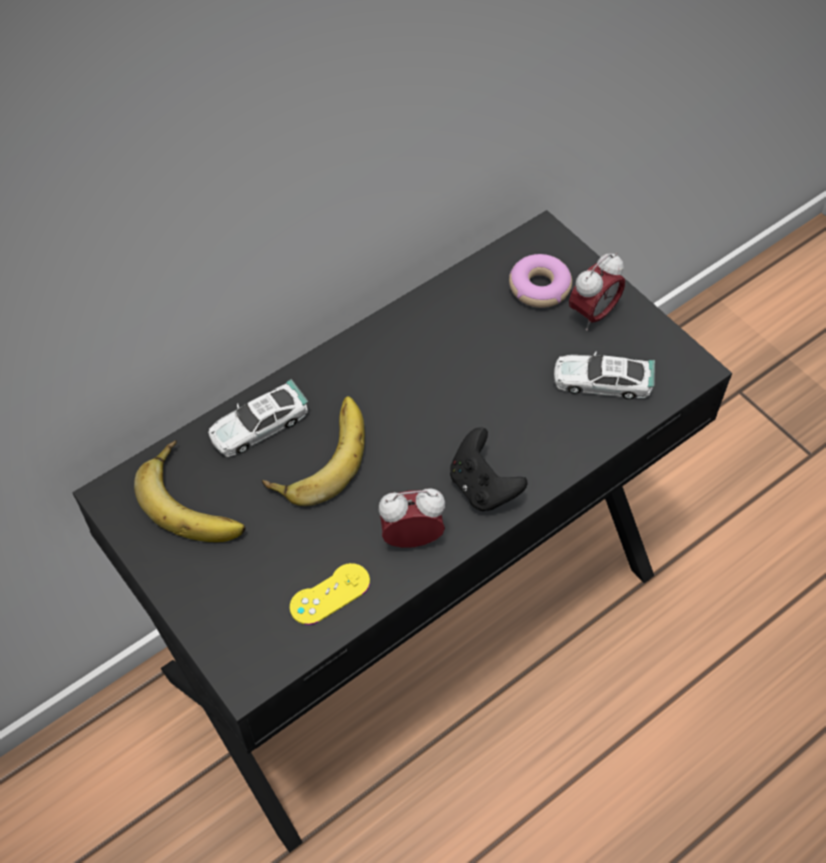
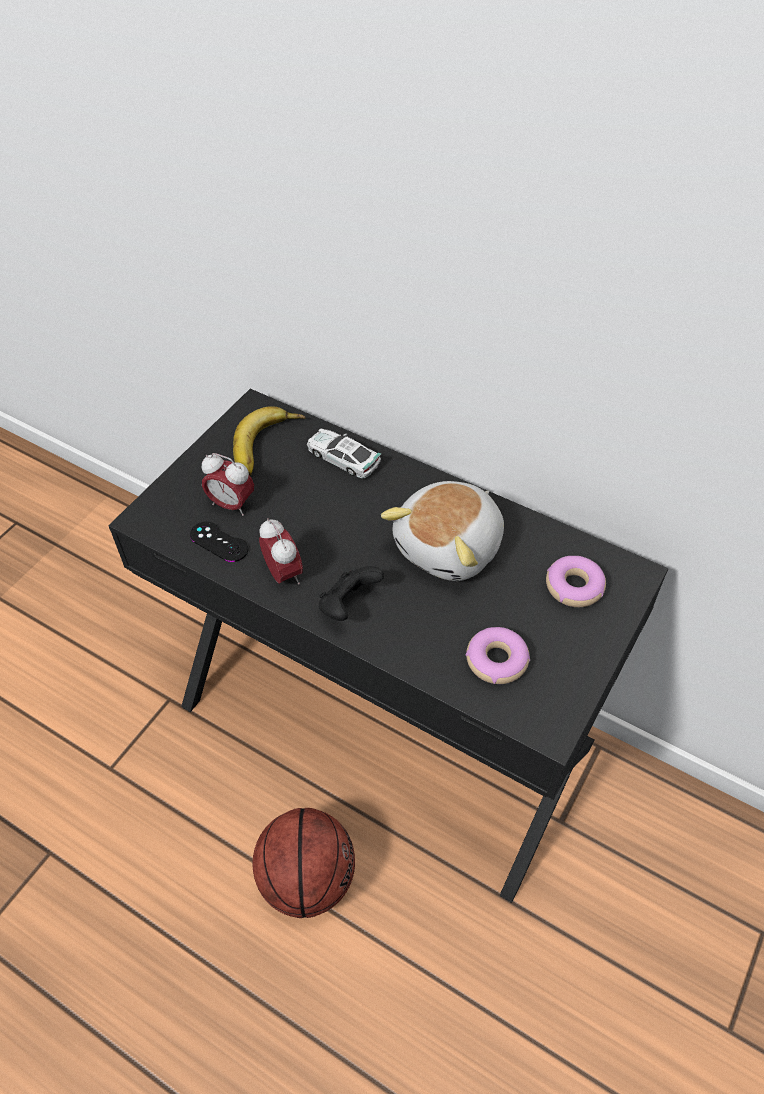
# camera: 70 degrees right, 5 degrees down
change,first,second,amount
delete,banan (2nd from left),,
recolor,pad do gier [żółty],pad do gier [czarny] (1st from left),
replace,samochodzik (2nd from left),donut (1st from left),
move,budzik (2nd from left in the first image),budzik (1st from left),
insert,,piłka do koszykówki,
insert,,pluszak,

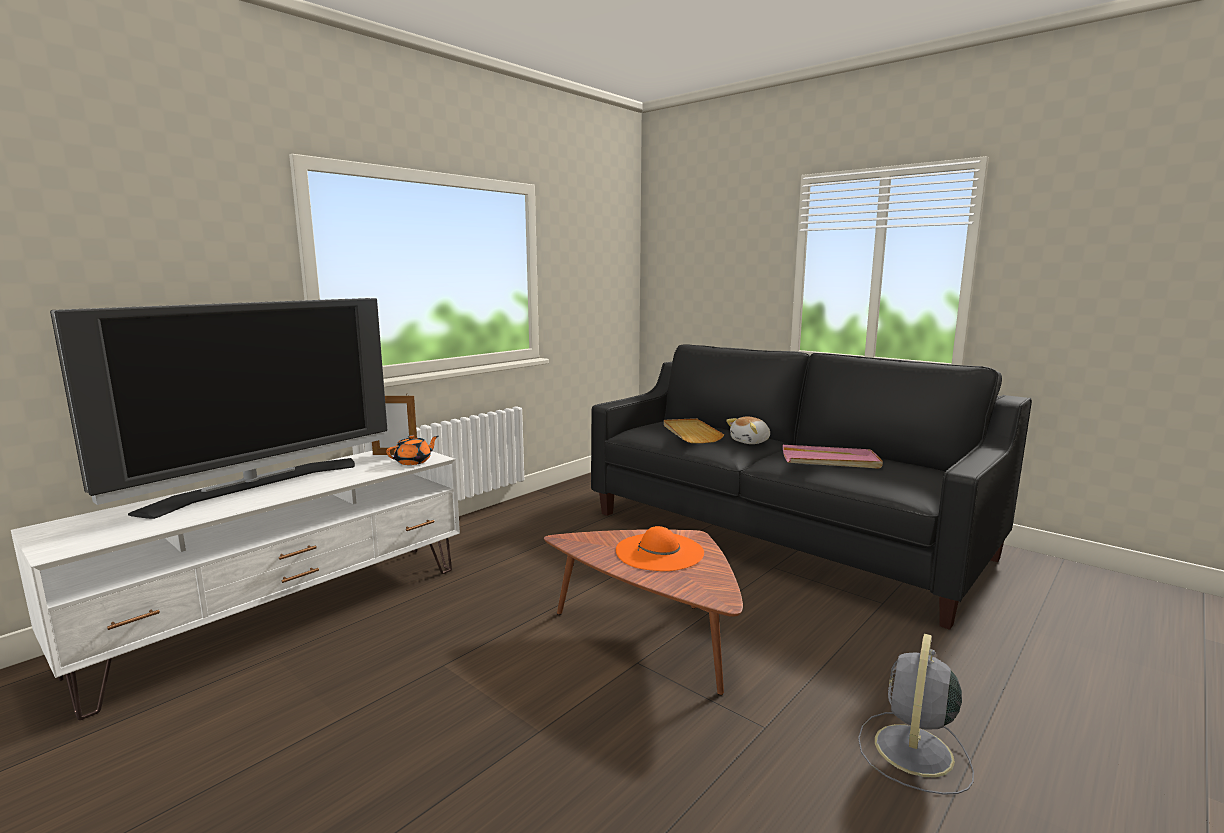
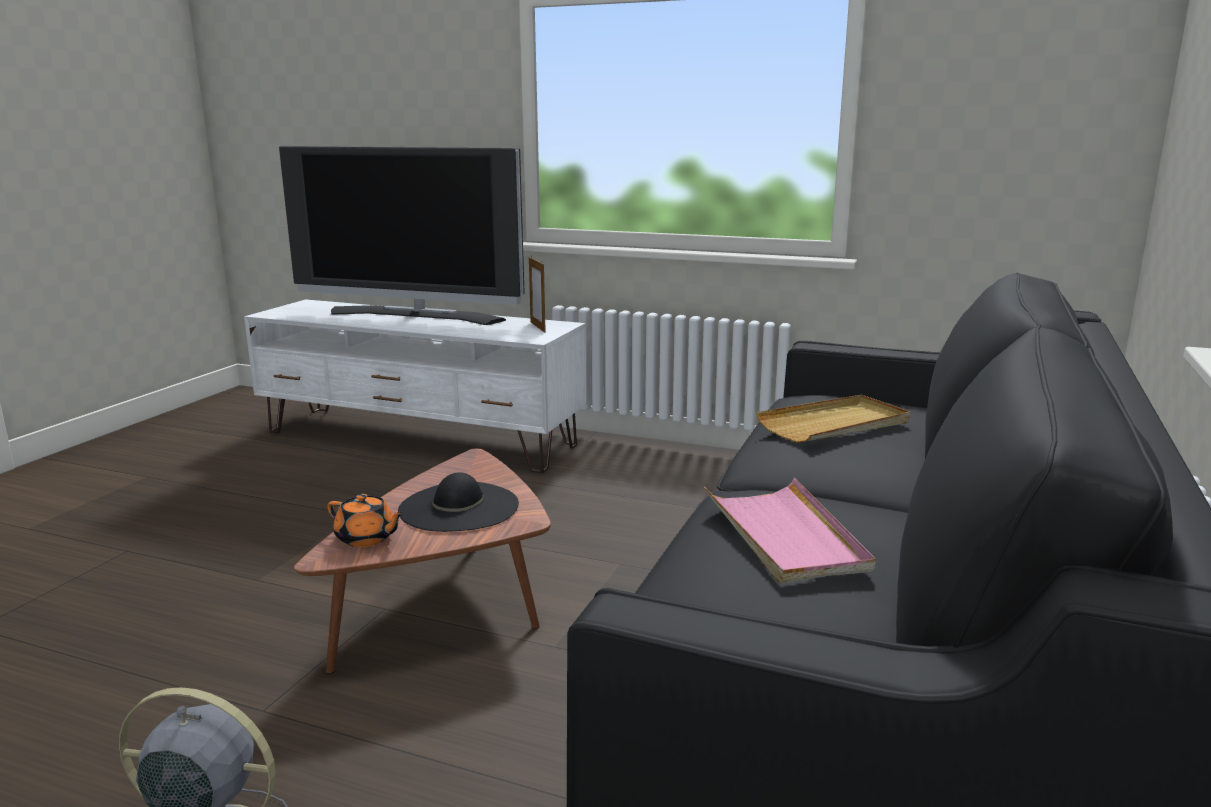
# camera: 70 degrees right, 5 degrees up
change,first,second,amount
move,imbryk [pomarańczowy],,
recolor,kapelusz [pomarańczowy],kapelusz [czarny],
delete,pluszak,,

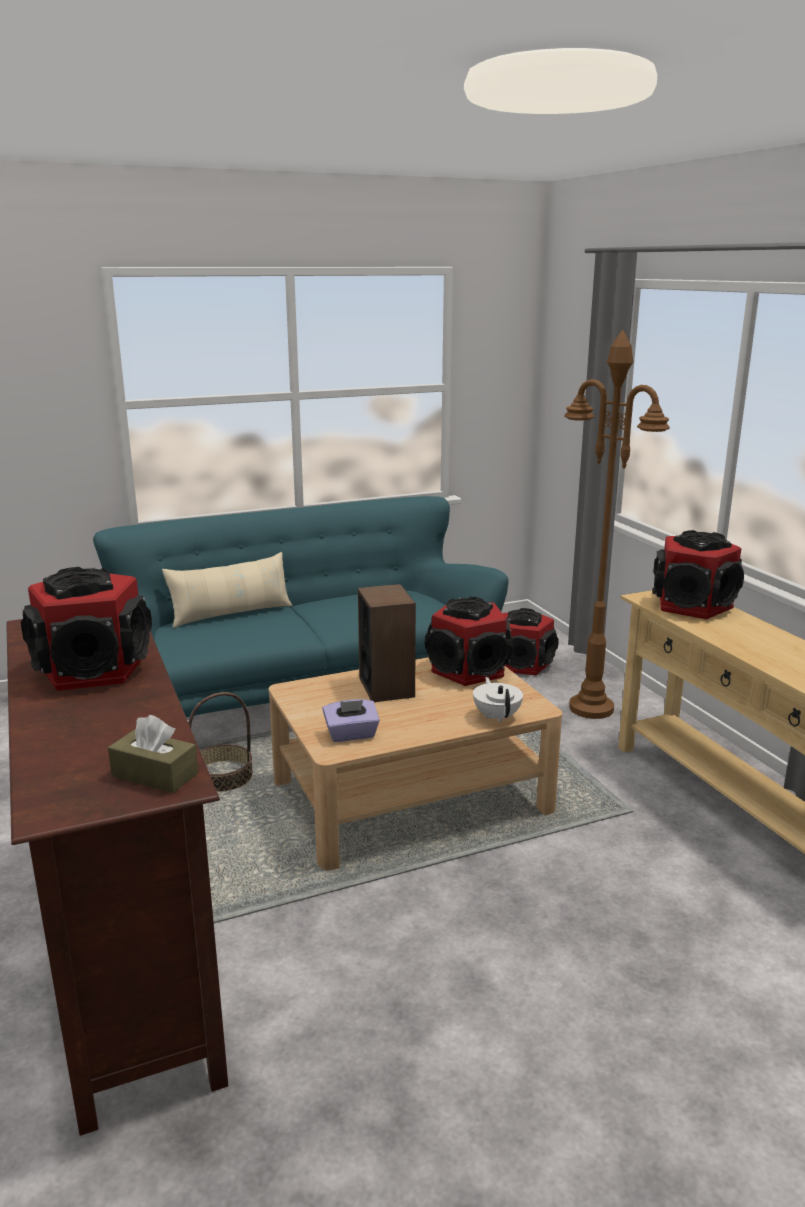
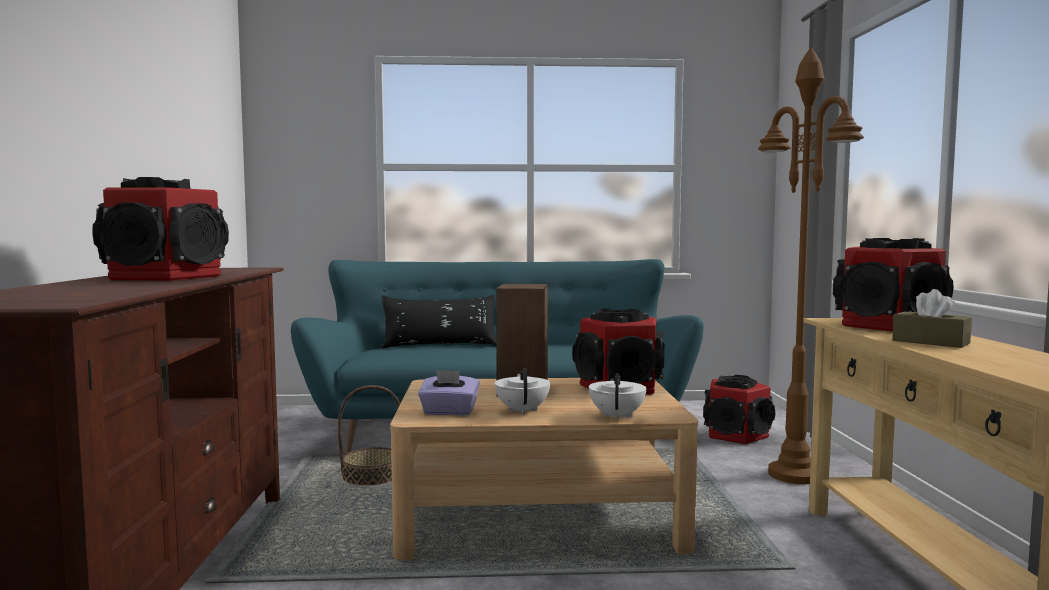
# camera: 20 degrees right, 15 degrees down
change,first,second,amount
move,pudełko chusteczek [brązowy],,
recolor,poduszka [beżowy],poduszka [czarny],
insert,,imbryk [biały] (1st from left),

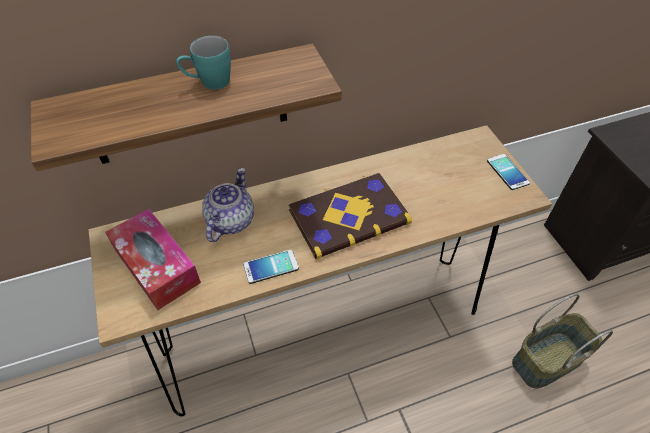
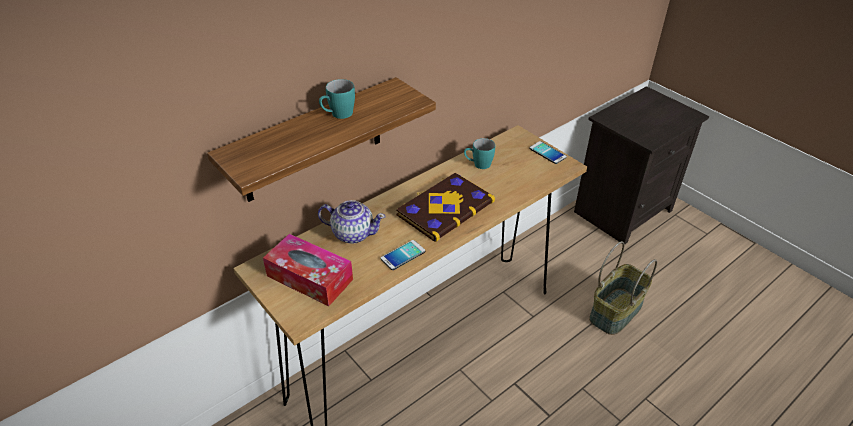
# camera: 20 degrees left, 10 degrees down
change,first,second,amount
rotate,imbryk,,105 degrees clockwise
insert,,kubek [turkusowy] (2nd from left),

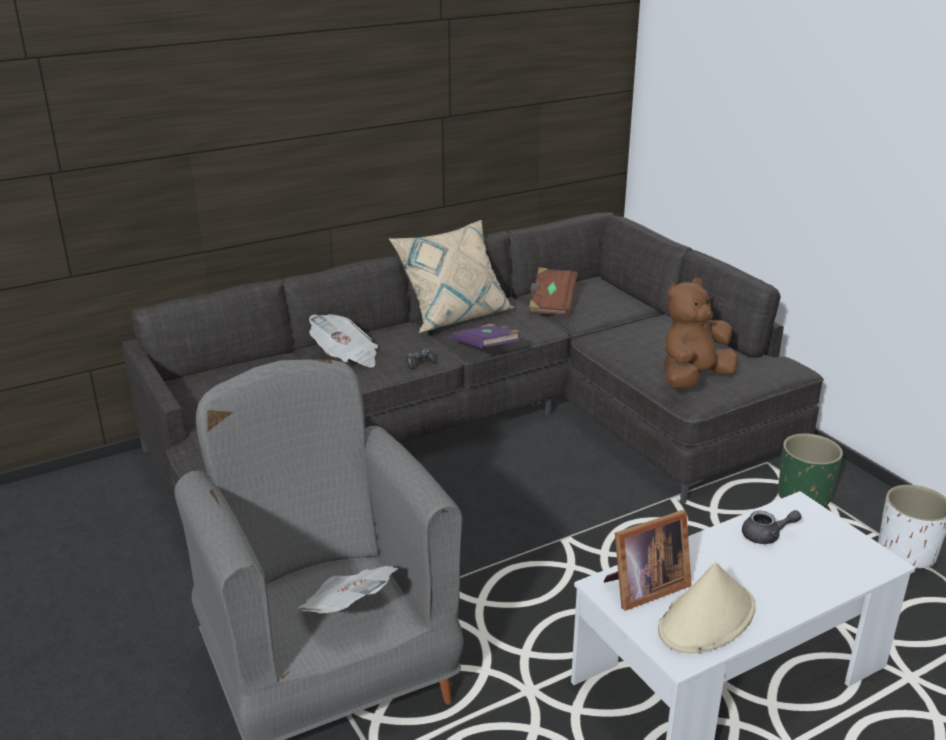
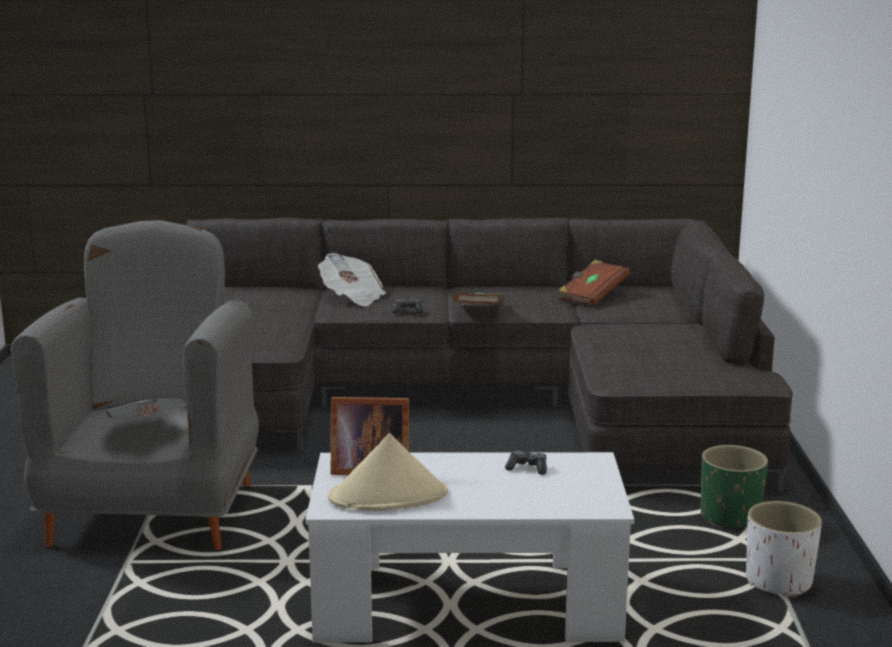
# camera: 30 degrees right, 10 degrees down
change,first,second,amount
delete,poduszka [beżowy],,
recolor,książka [fioletowy],książka [brązowy] (1st from left),
delete,pluszak [brązowy],,
replace,imbryk [szary],pad do gier (2nd from left),

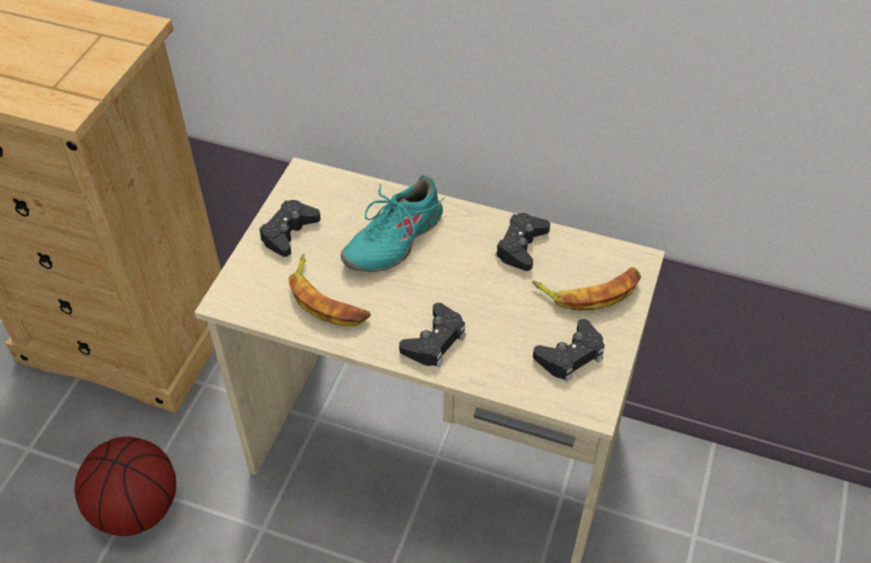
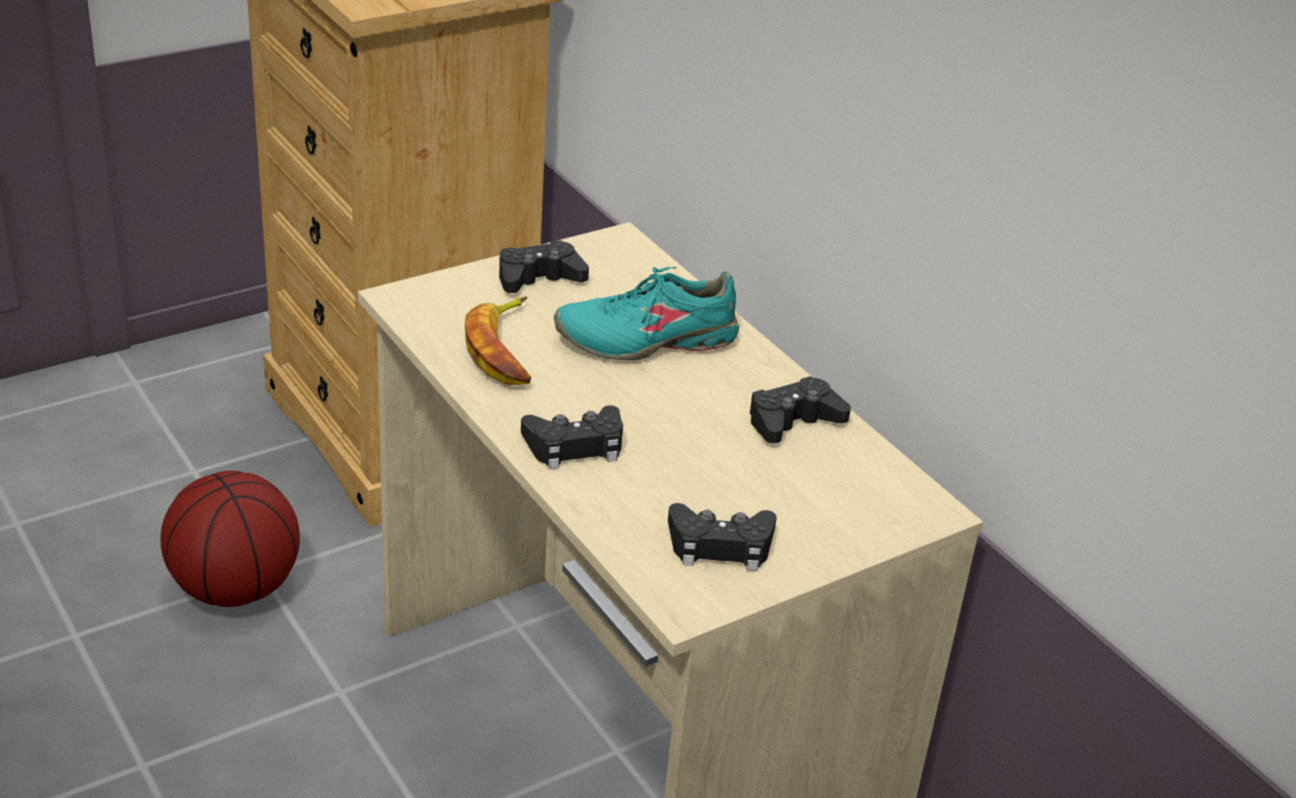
# camera: 35 degrees right, 15 degrees down
change,first,second,amount
delete,banan (2nd from left),,

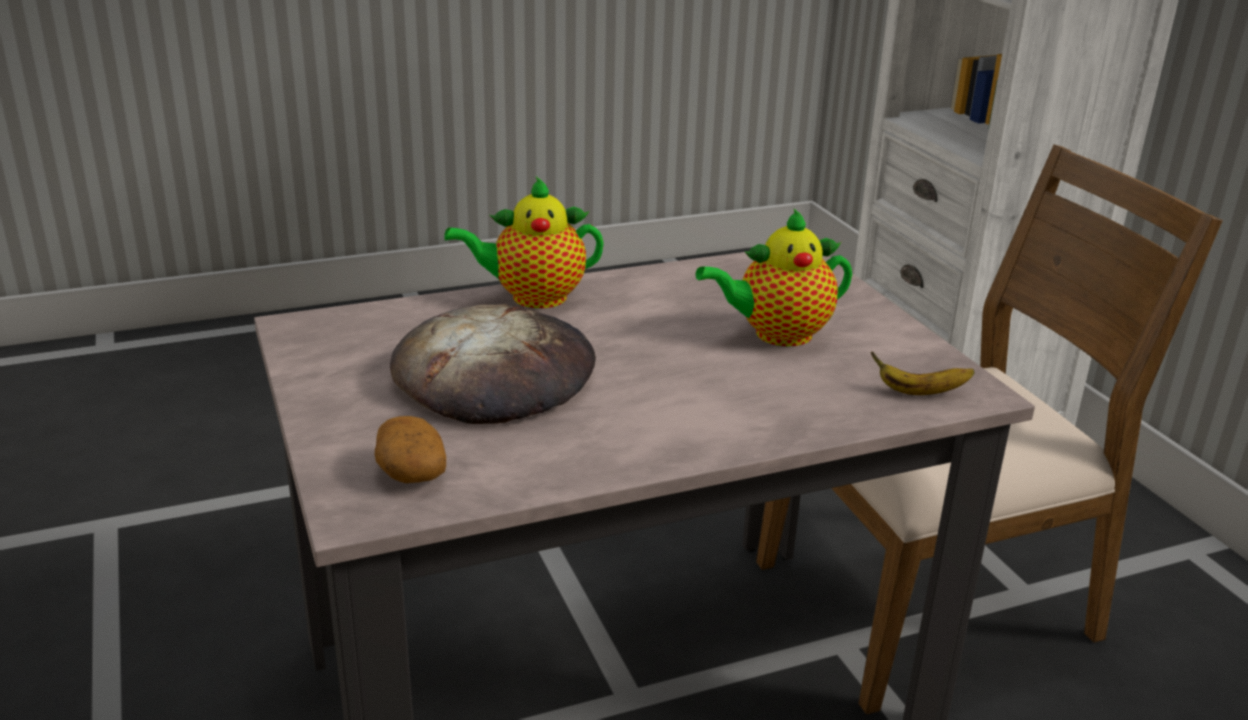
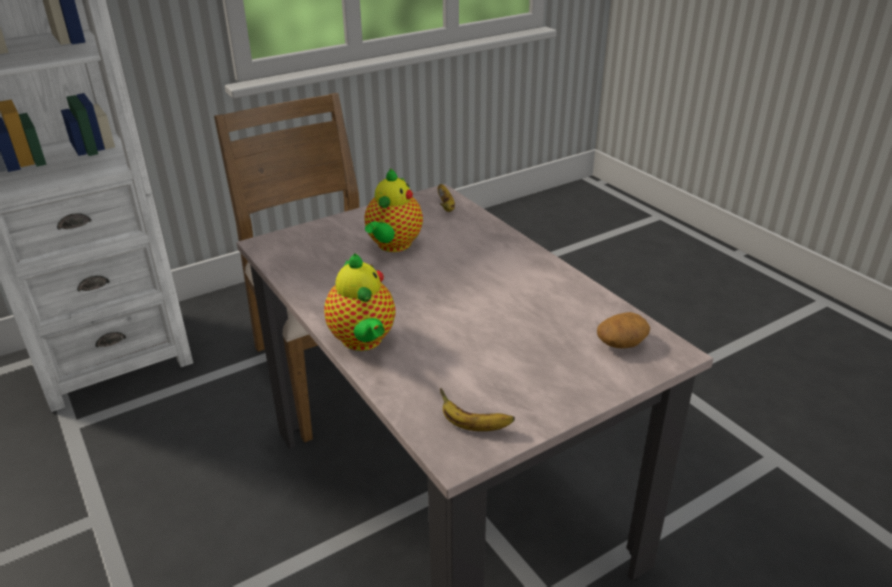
# camera: 100 degrees left, 5 degrees up
change,first,second,amount
delete,chleb,,
rotate,imbryk (2nd from left),,45 degrees clockwise
insert,,banan (2nd from left),

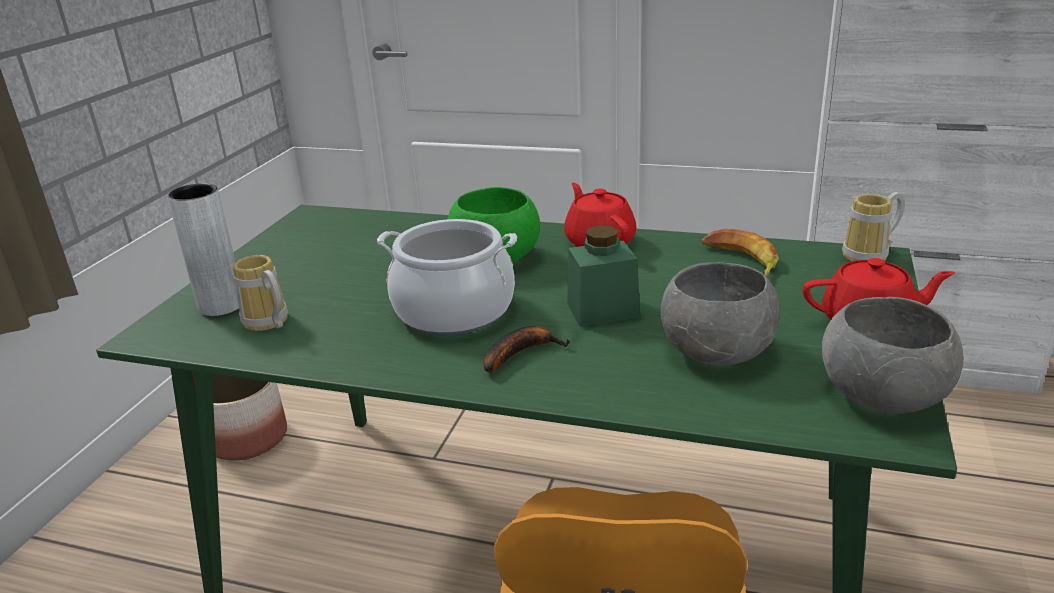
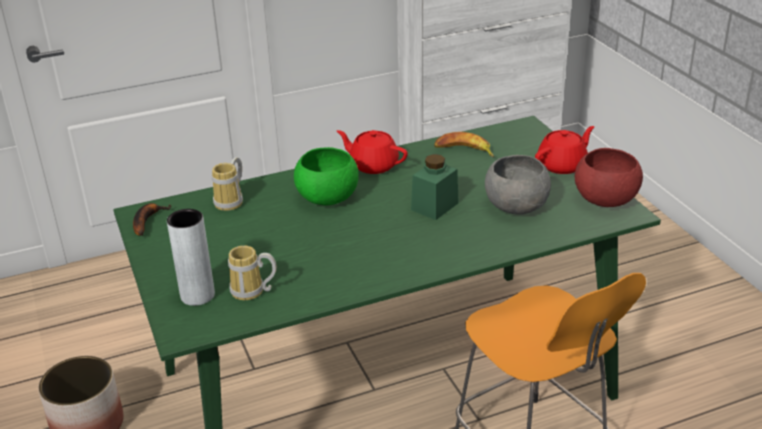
# camera: 40 degrees left, 5 degrees up
change,first,second,amount
delete,garnek,,
move,banan (1st from left),,
recolor,miska [szary] (2nd from left),miska [czerwony],
move,kubek (2nd from left in the first image),kubek (1st from left),

